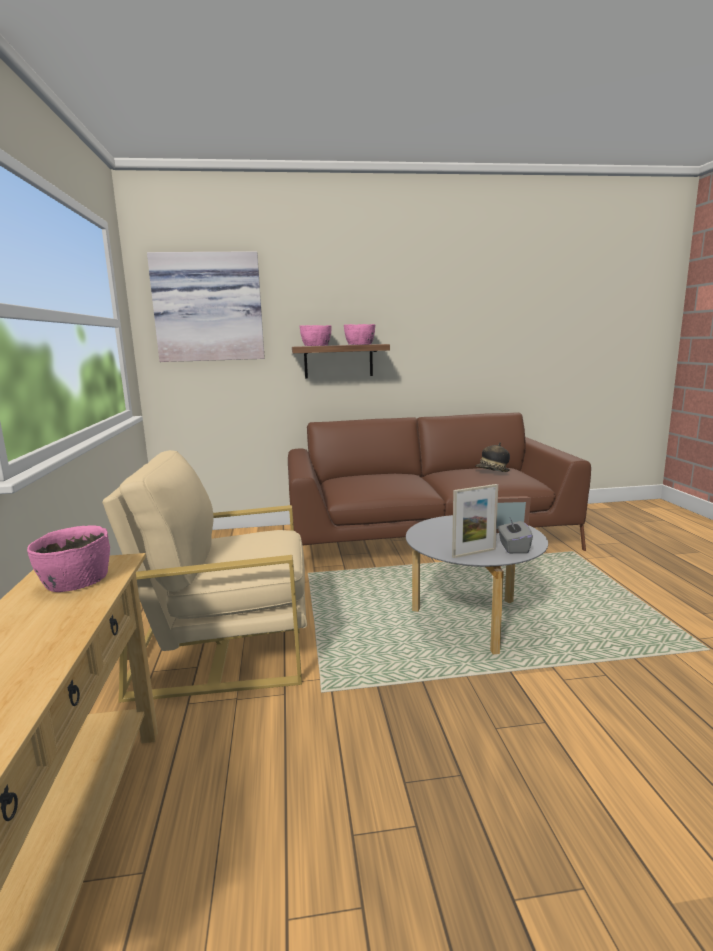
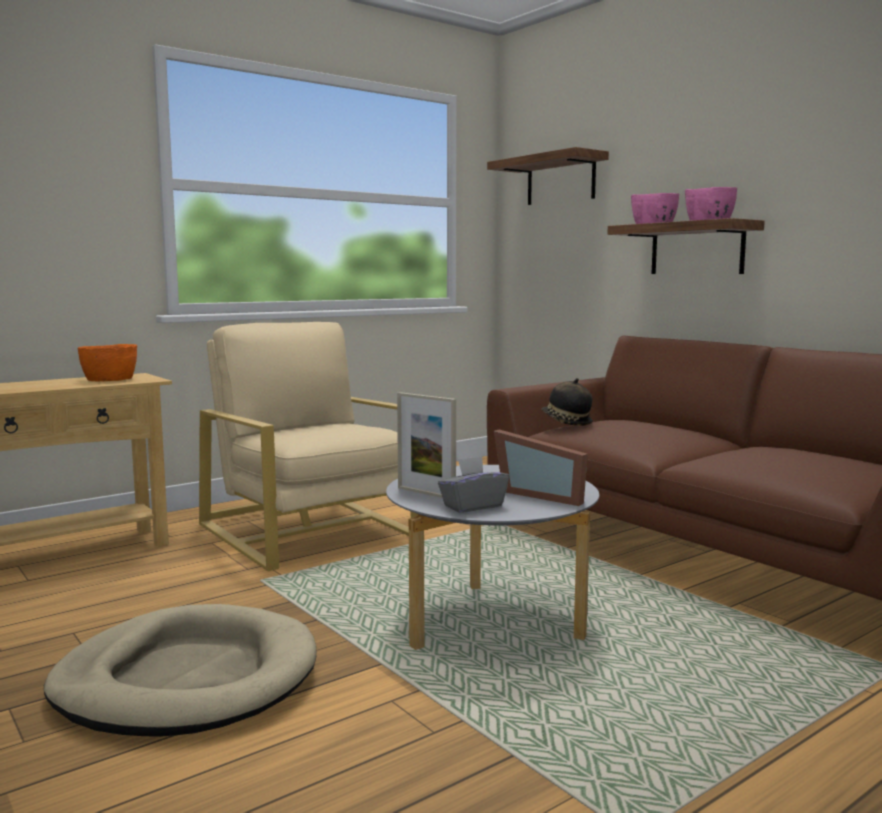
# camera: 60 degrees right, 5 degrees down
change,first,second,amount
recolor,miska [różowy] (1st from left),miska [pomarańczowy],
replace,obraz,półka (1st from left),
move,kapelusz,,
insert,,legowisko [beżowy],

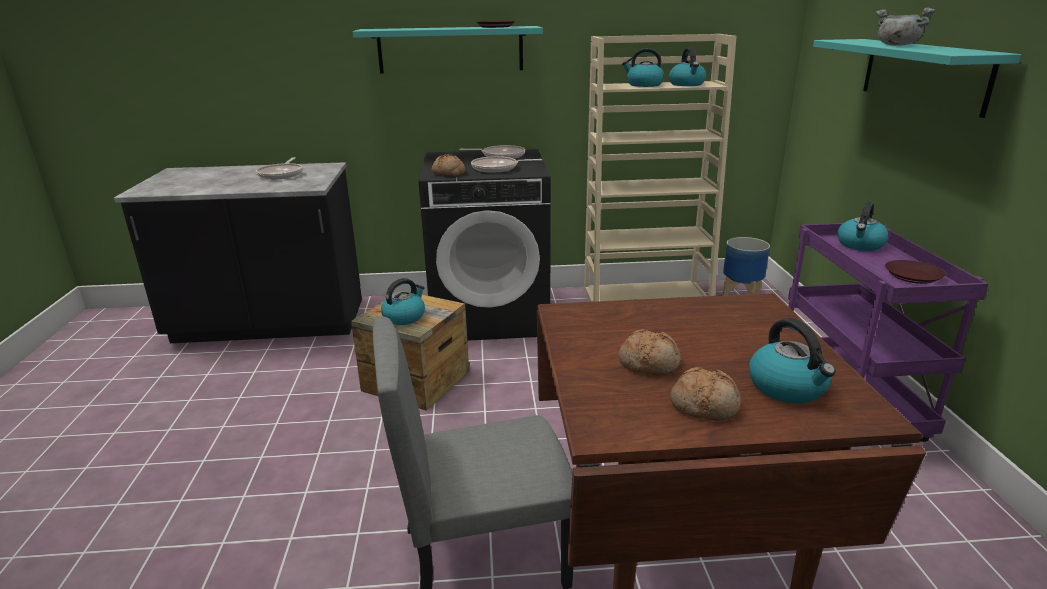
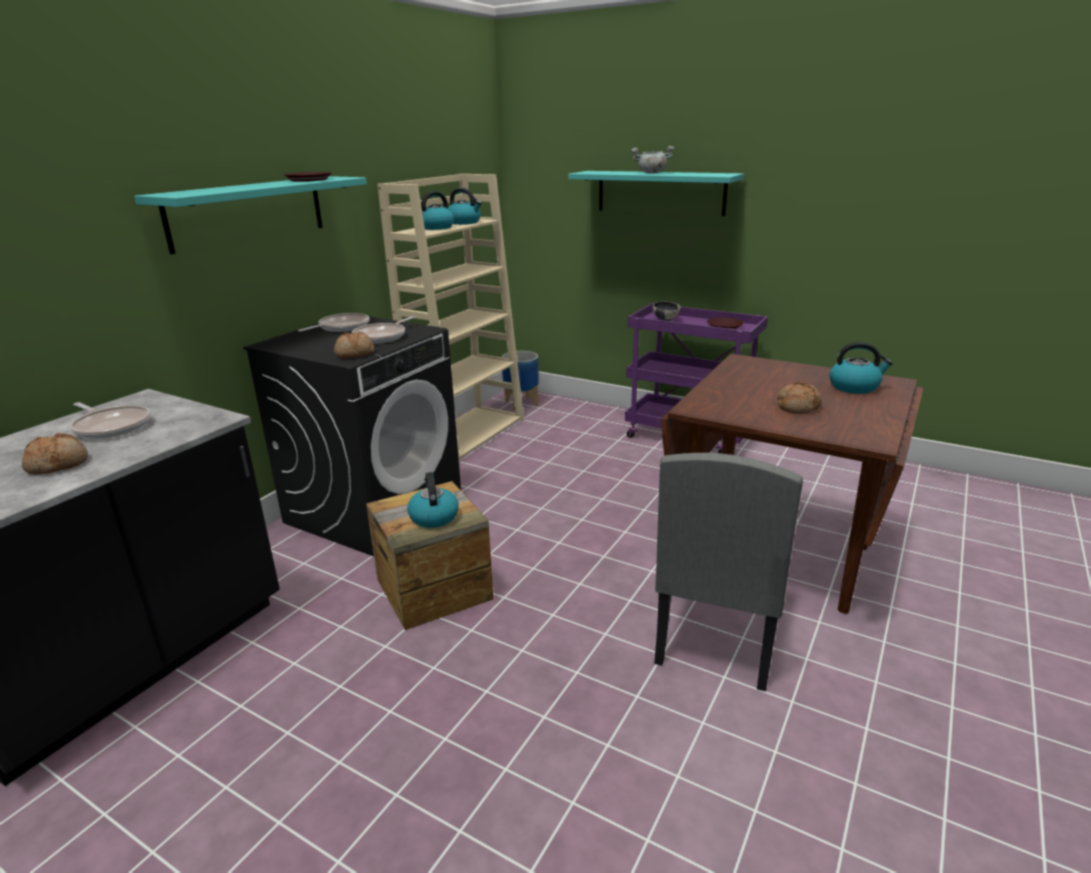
# camera: 55 degrees left, 0 degrees up
change,first,second,amount
move,chleb (3rd from left in the first image),chleb (1st from left),
replace,czajnik (5th from left),miska,

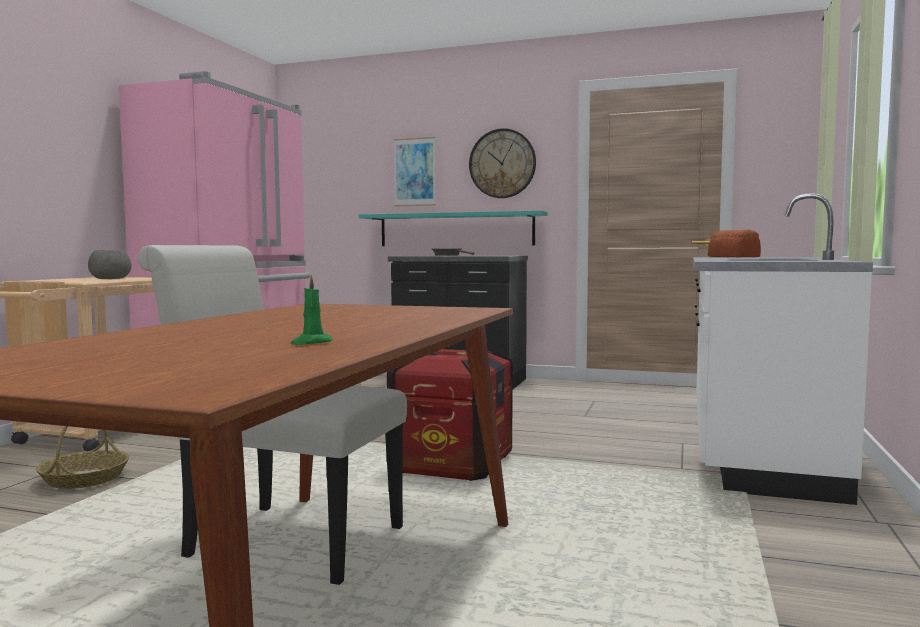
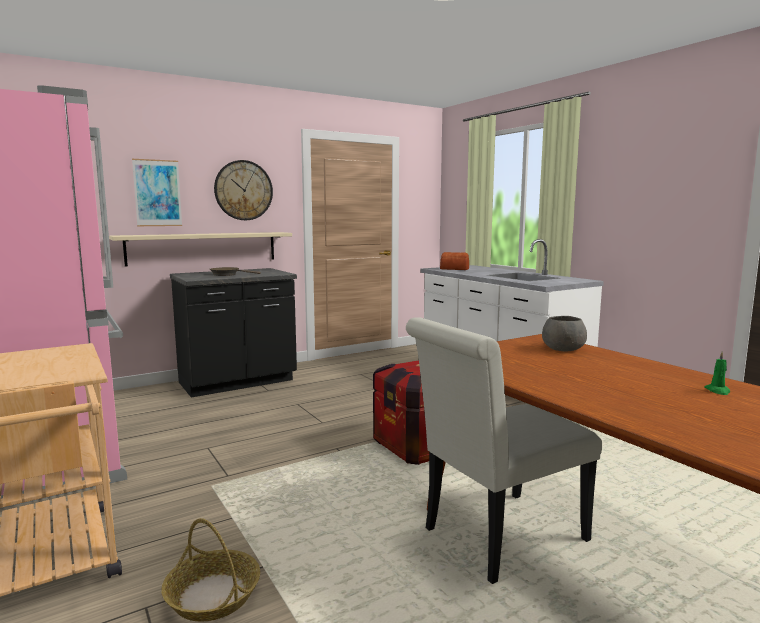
# camera: 50 degrees left, 5 degrees up
change,first,second,amount
move,miska [szary],,
recolor,półka [turkusowy],półka [beżowy],

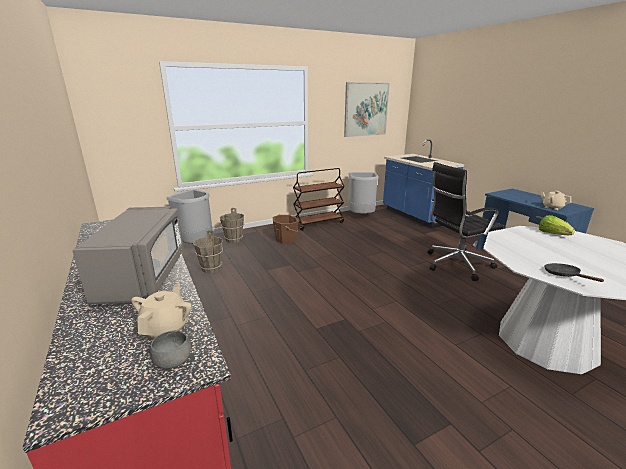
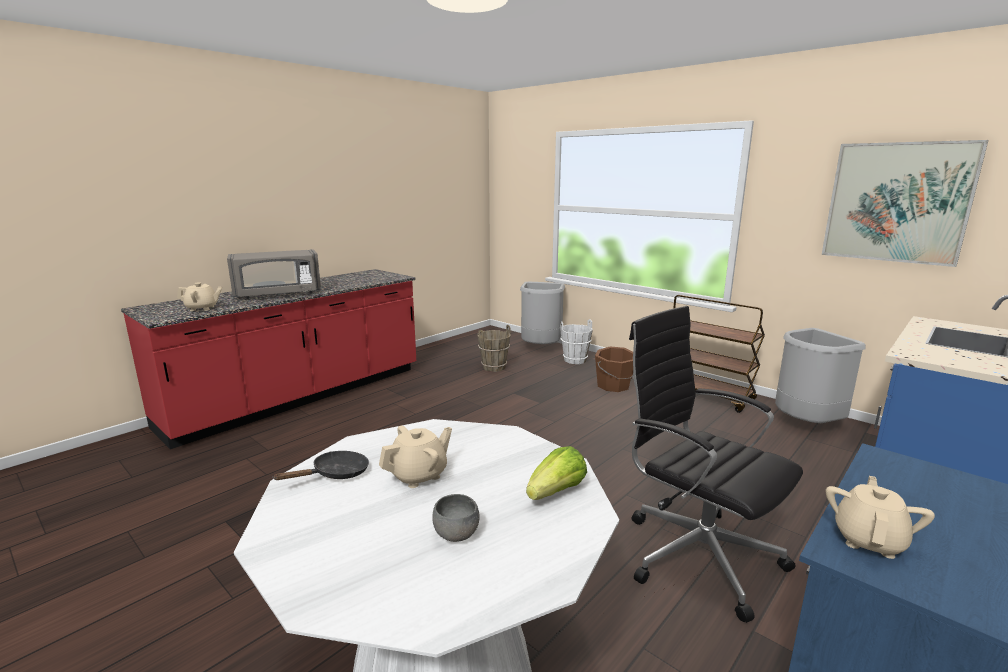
# camera: 70 degrees right, 5 degrees down
change,first,second,amount
move,miska [szary],,
recolor,wiadro [brązowy] (2nd from left),wiadro [biały],
insert,,imbryk [beżowy] (2nd from left),

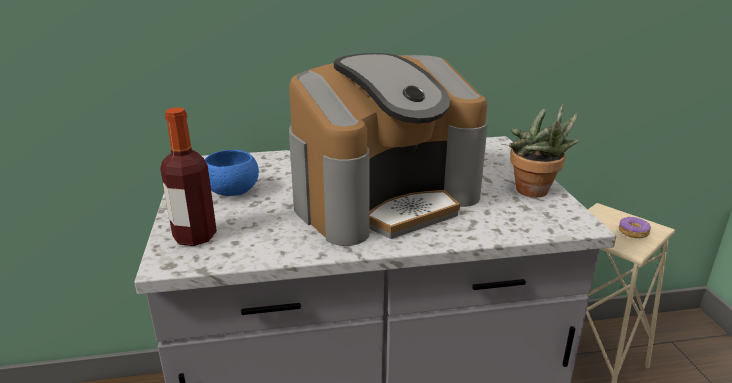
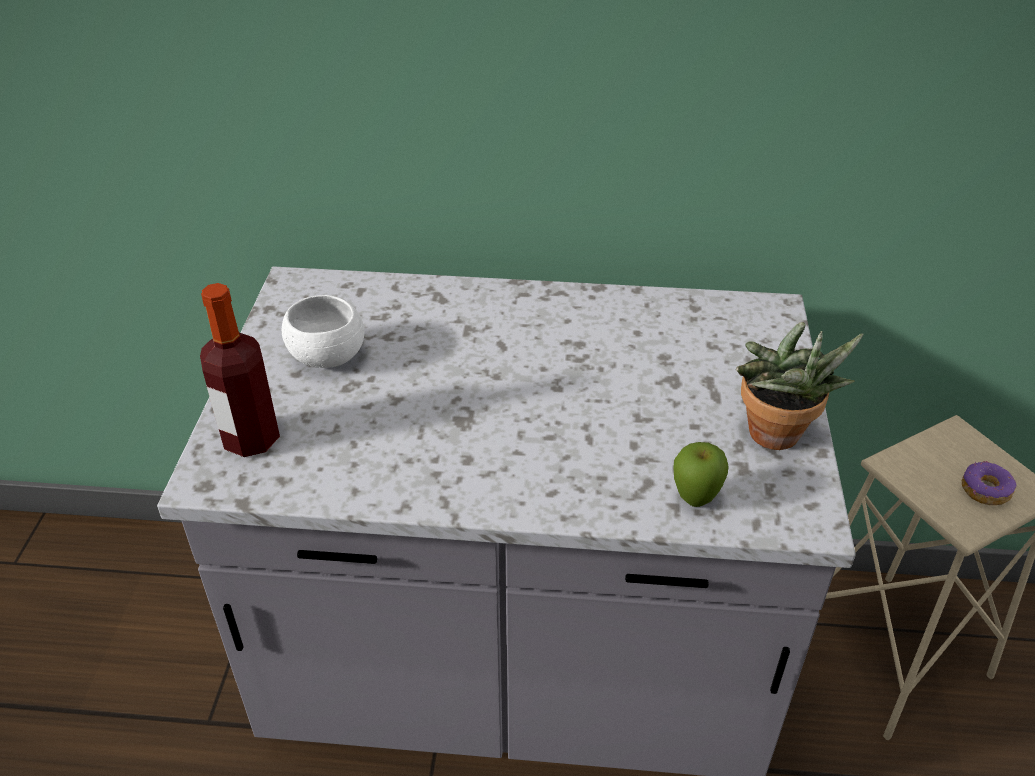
# camera: 15 degrees right, 15 degrees up
change,first,second,amount
recolor,miska [niebieski],miska [biały],
delete,ekspres do kawy,,
insert,,jabłko,

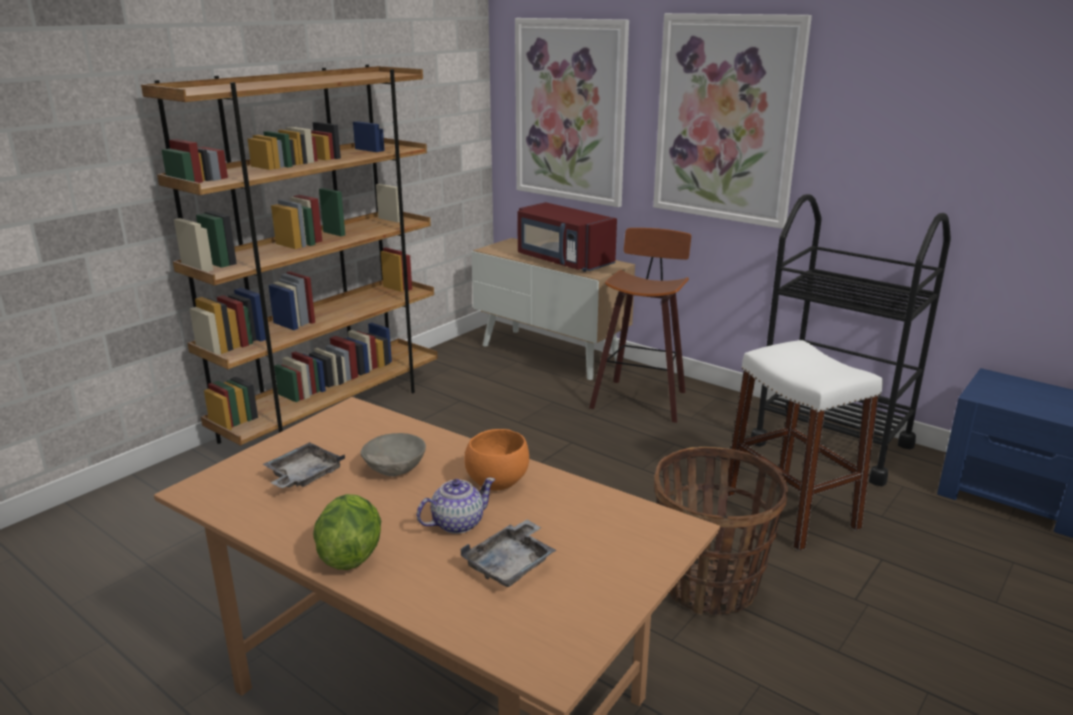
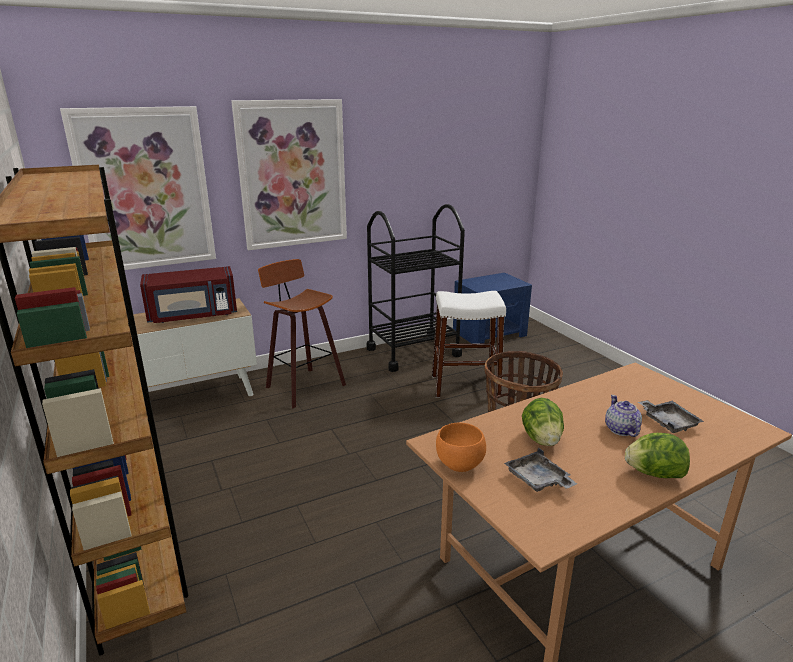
# camera: 65 degrees left, 0 degrees up
change,first,second,amount
replace,miska [szary],sałata (1st from left),
move,miska [pomarańczowy],,

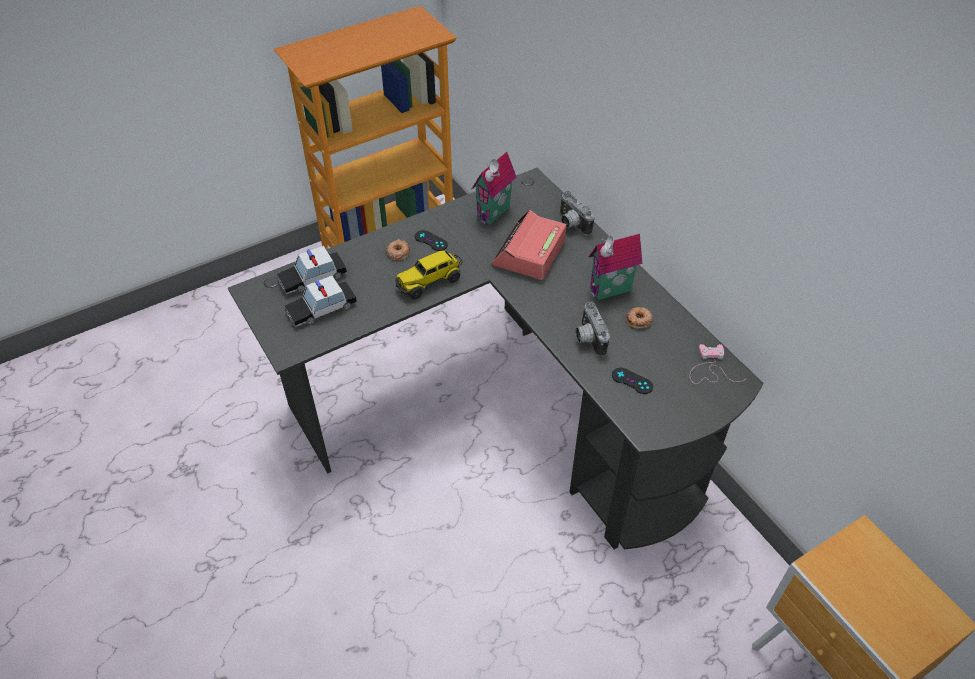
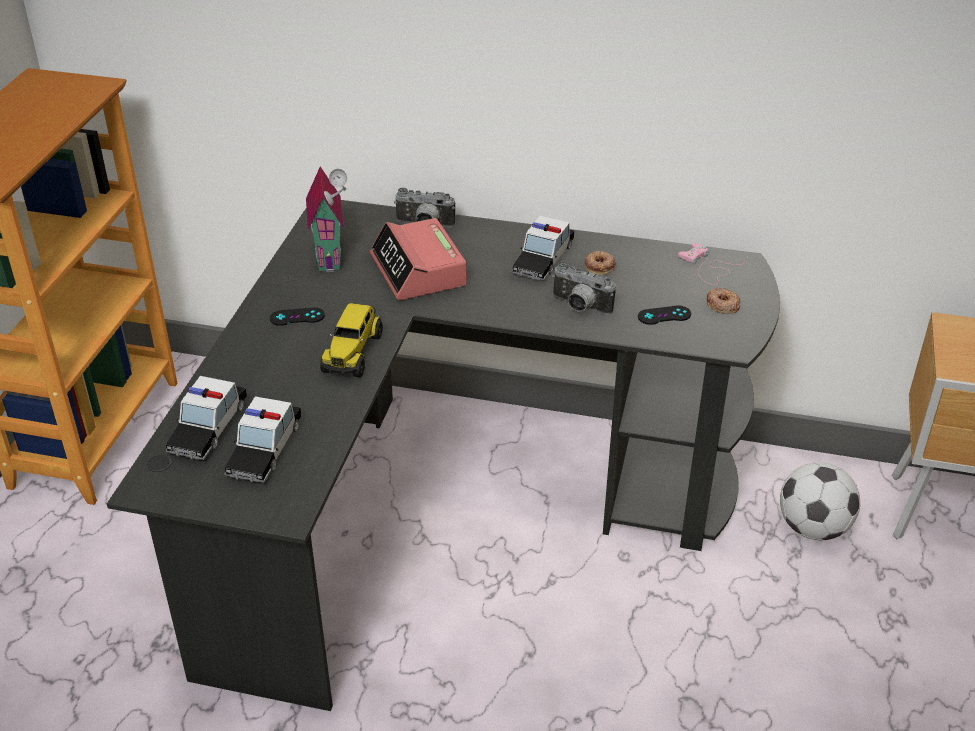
# camera: 45 degrees left, 10 degrees down
change,first,second,amount
move,donut (1st from left in the first image),donut (2nd from left),
replace,domek (2nd from left),samochodzik (3rd from left),
insert,,piłka futbolowa,

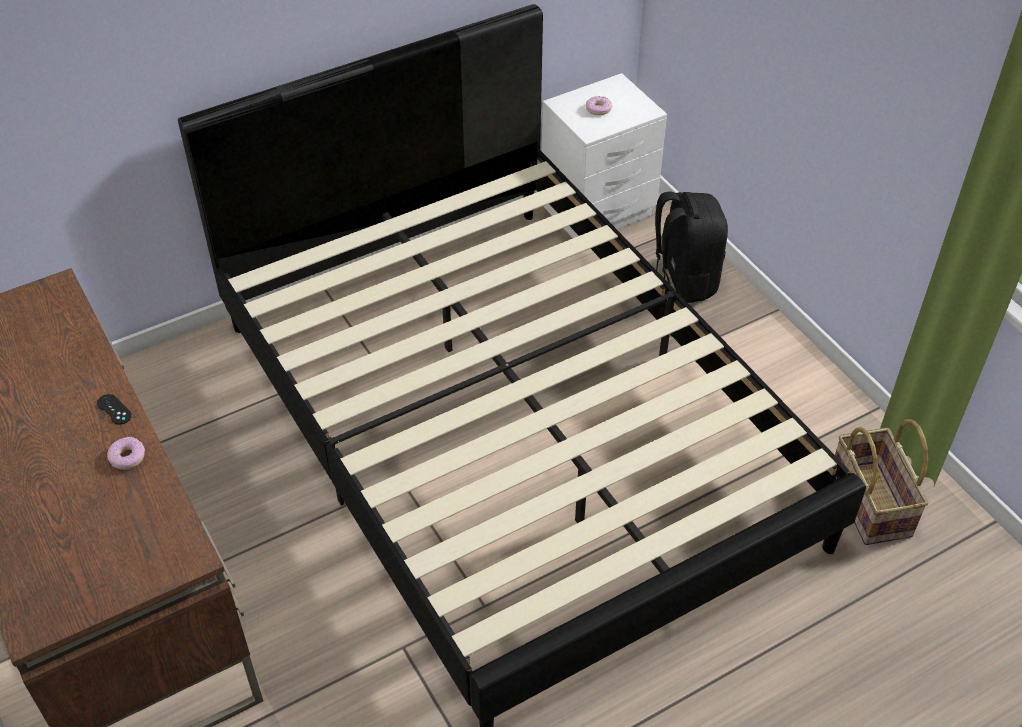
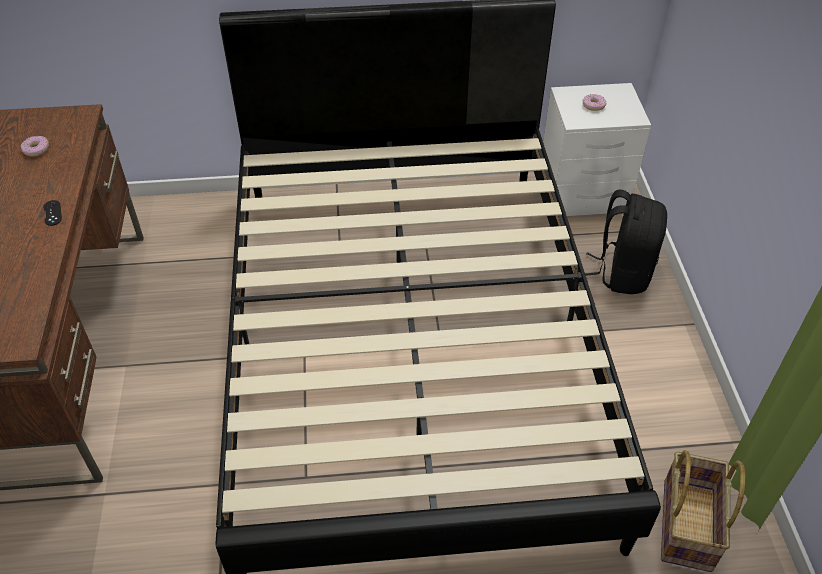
# camera: 25 degrees right, 0 degrees up
change,first,second,amount
move,donut (1st from left),,

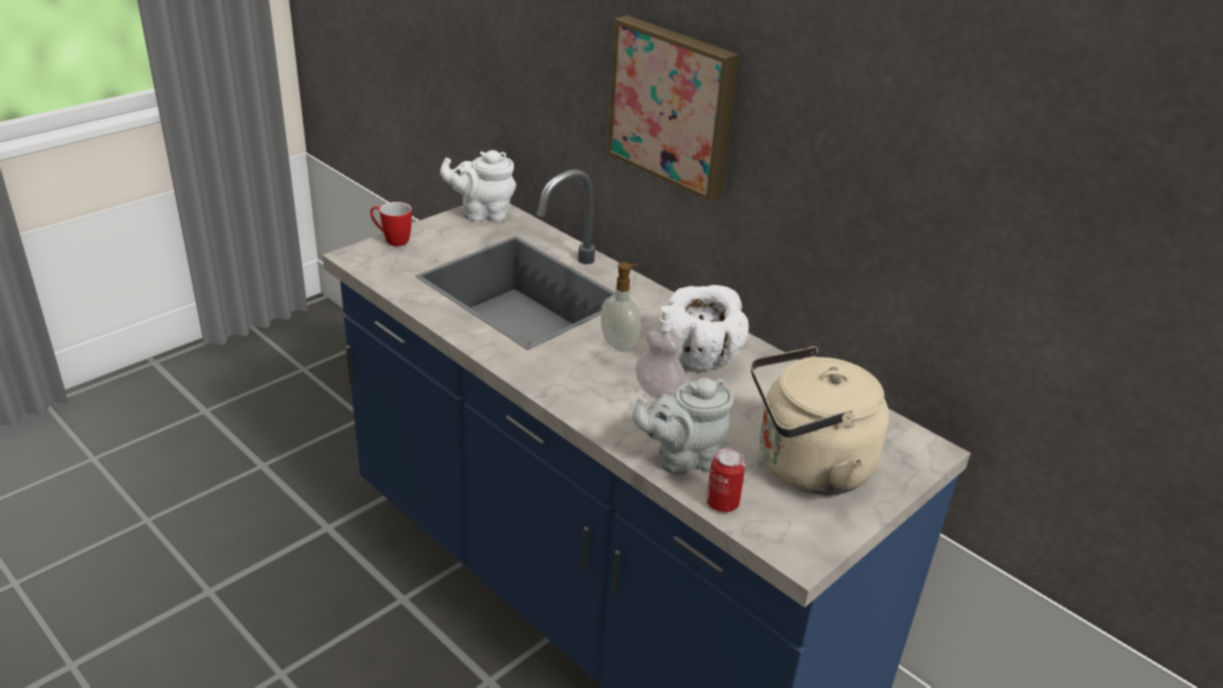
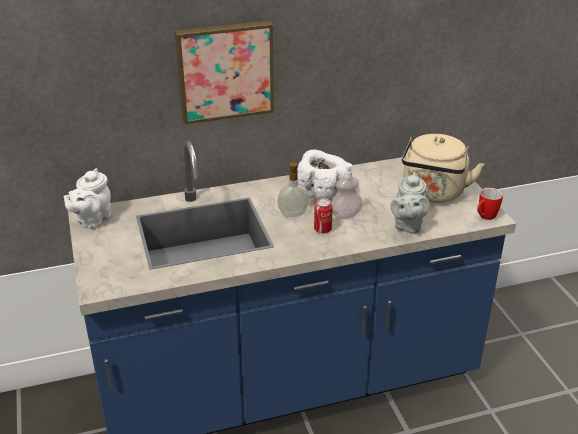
# camera: 60 degrees left, 0 degrees up
change,first,second,amount
move,kubek,,
move,puszka,,

